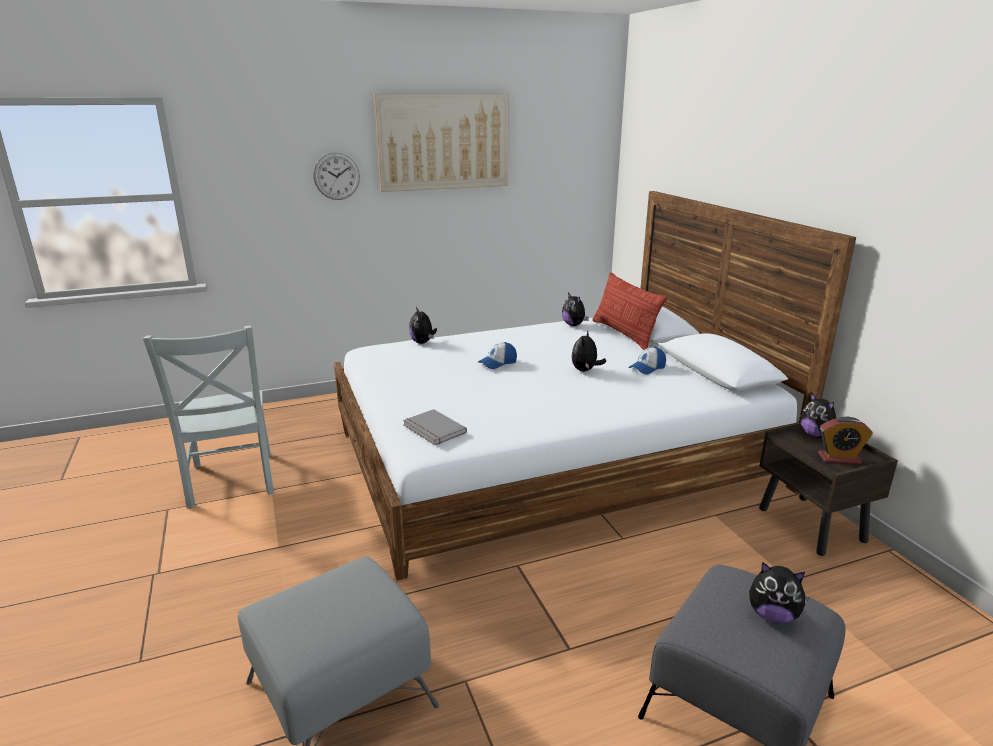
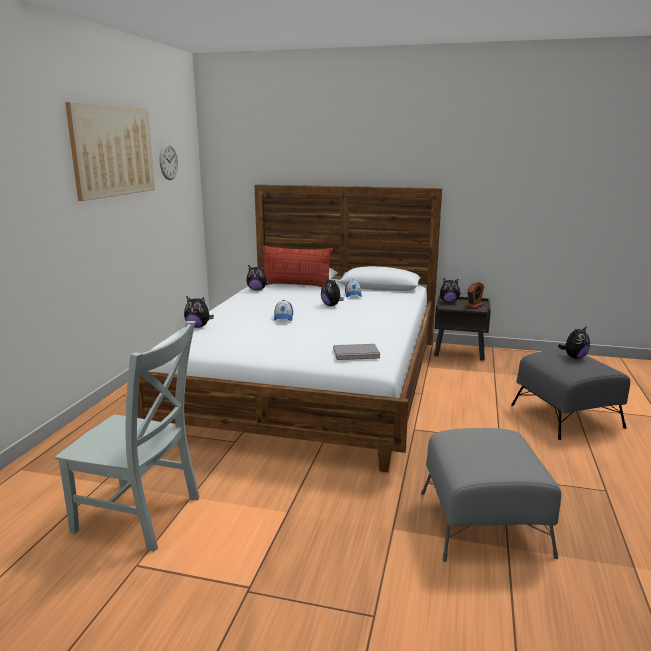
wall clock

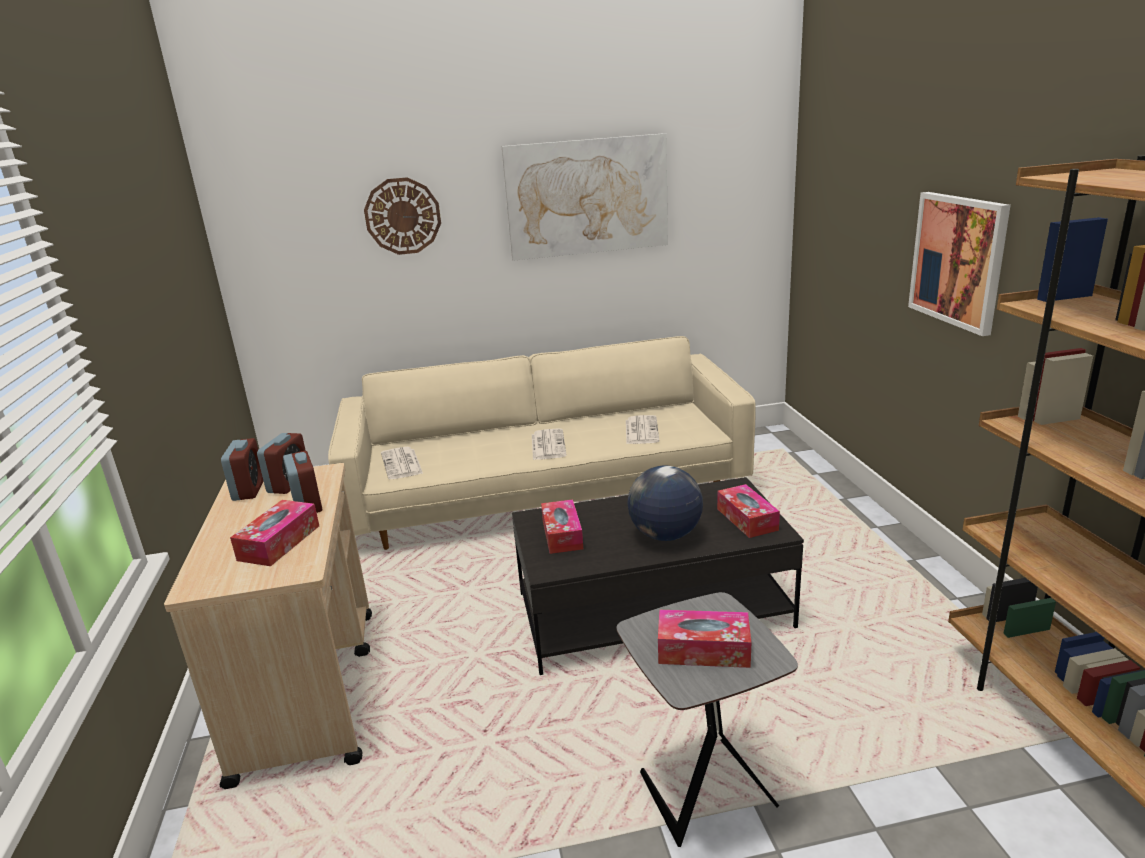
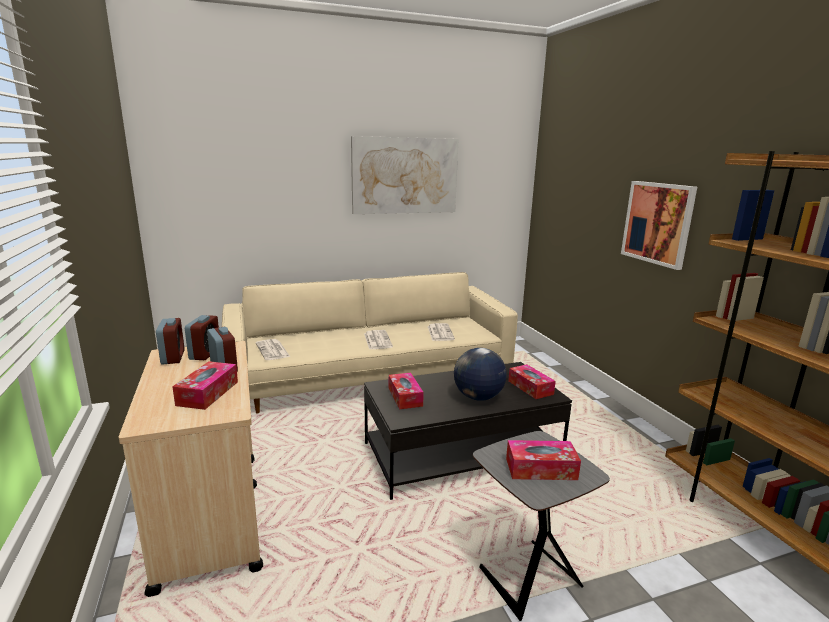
wall clock

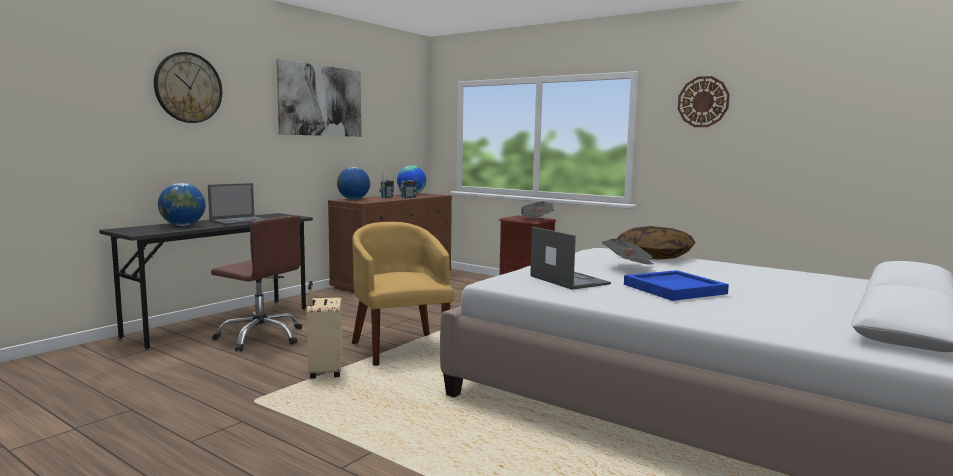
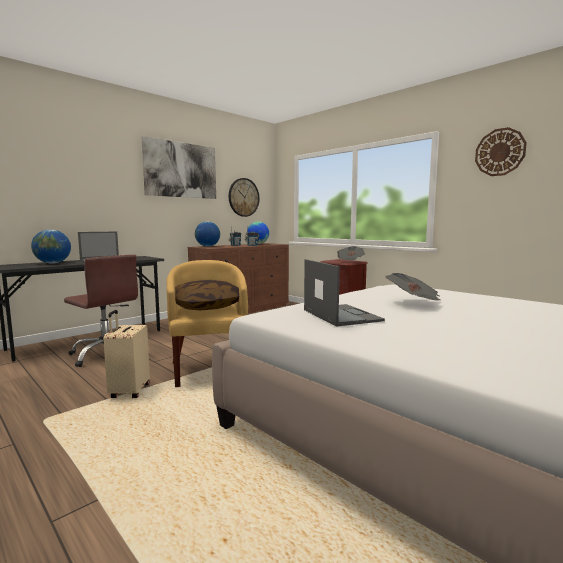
wall clock (no. 1 from left)
pillow
tray (blue)

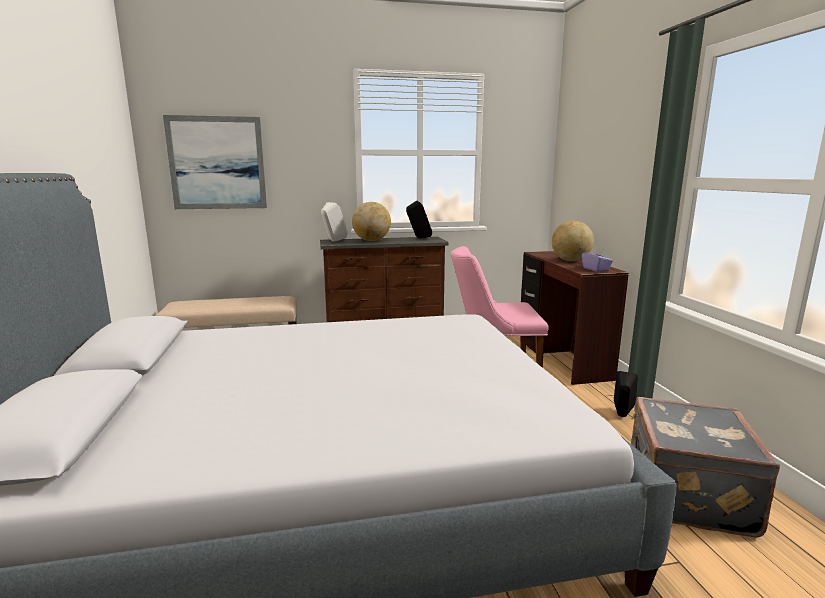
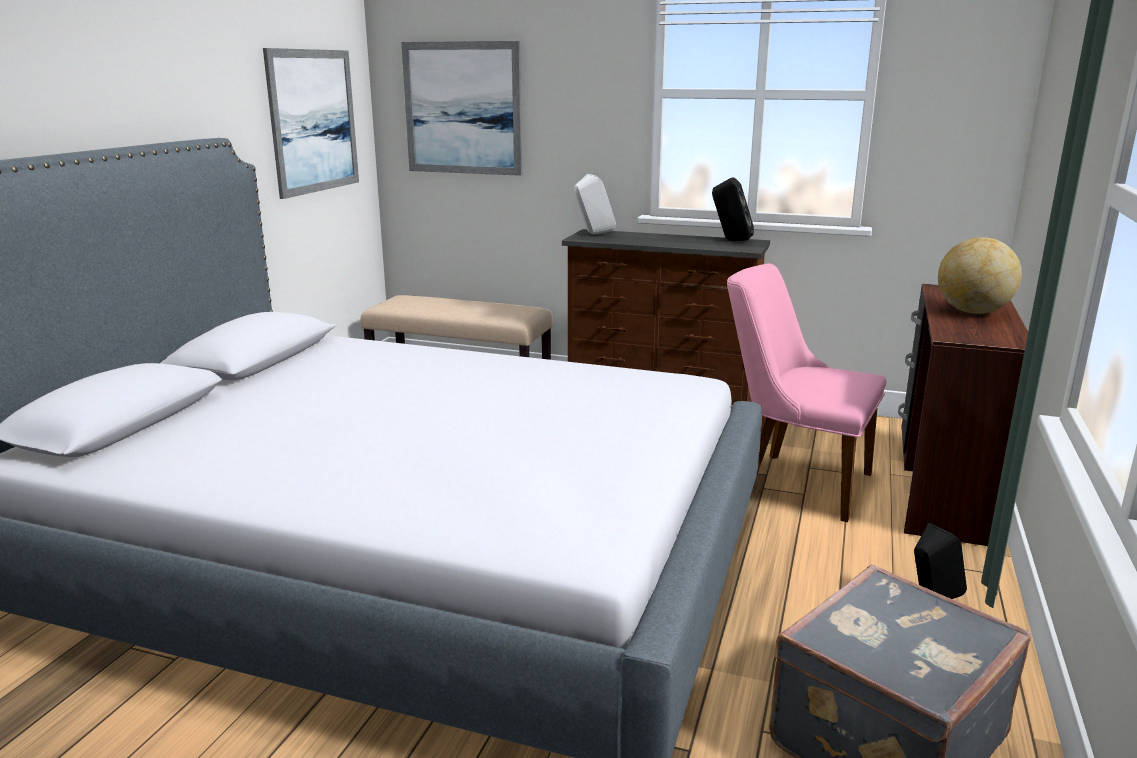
globe (no. 1 from left in the first image)
tissue box (purple)
picture (no. 1 from left)

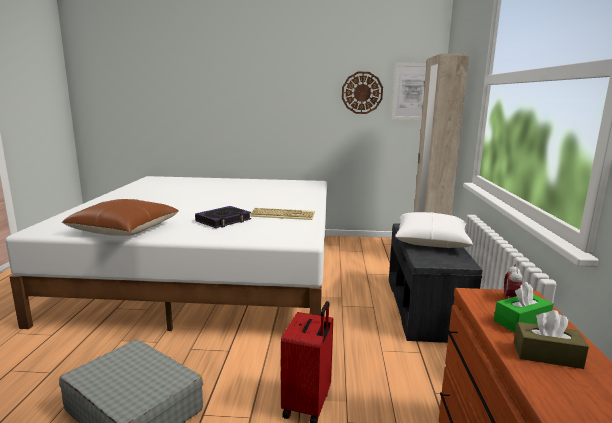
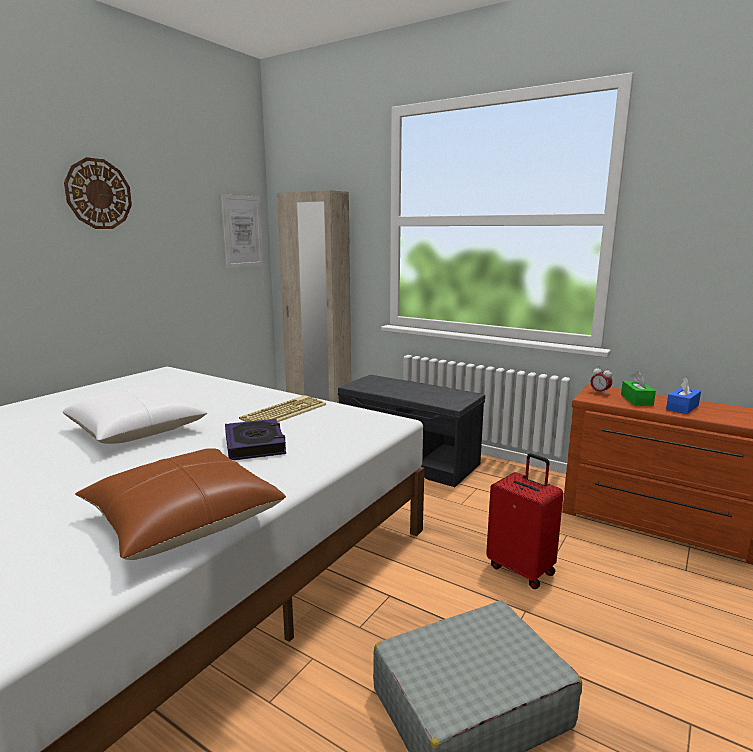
wall clock
pillow (white)
tissue box (blue)

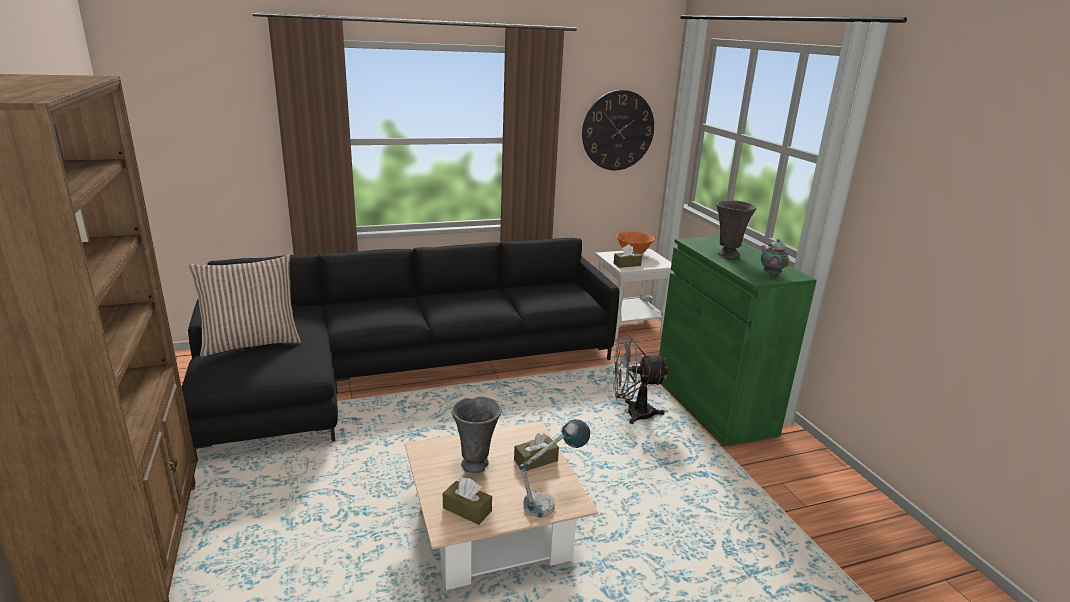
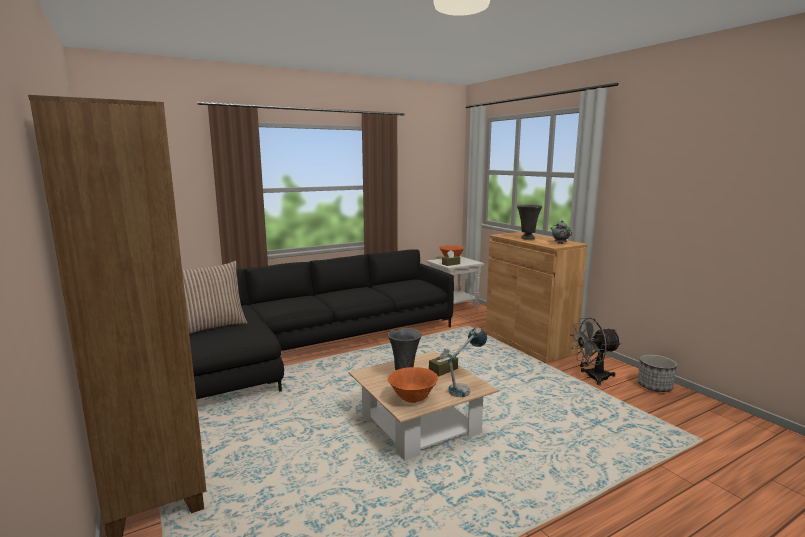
bowl (orange) (no. 1 from left)
wall clock
fan (grey)
cabinet (brown)
planter

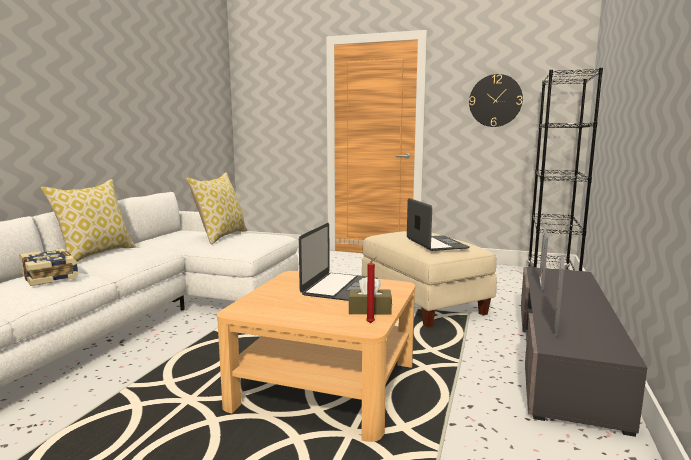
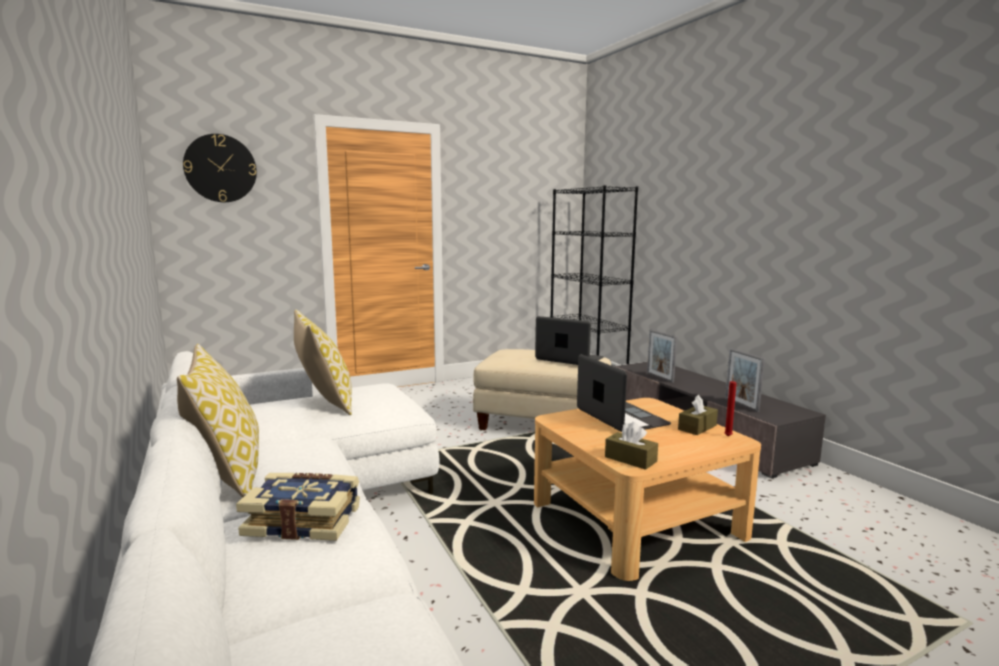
wall clock
tissue box (brown) (no. 1 from left)

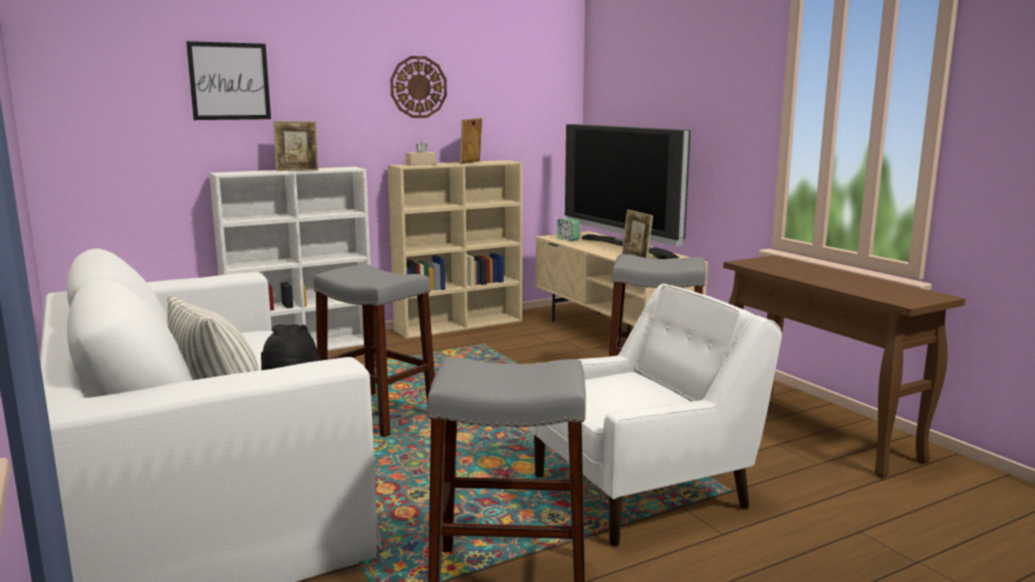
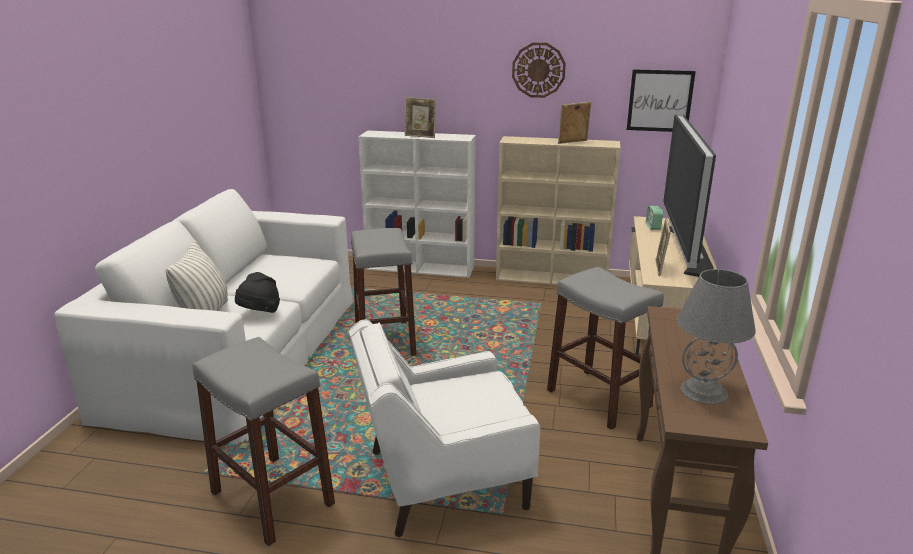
picture
tissue box (beige)
armchair (white)
table lamp (grey)

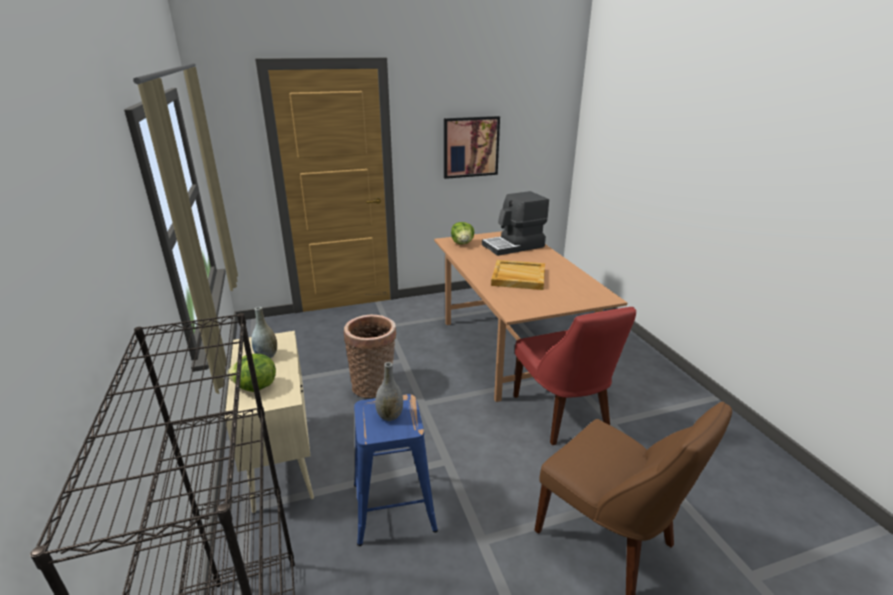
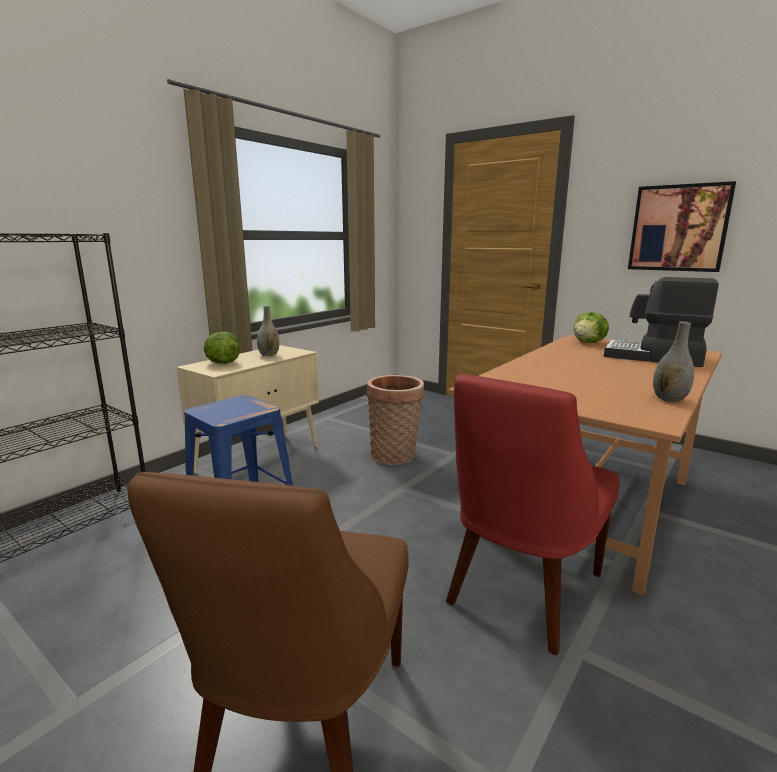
vase (grey) (no. 2 from left)
tray (beige)

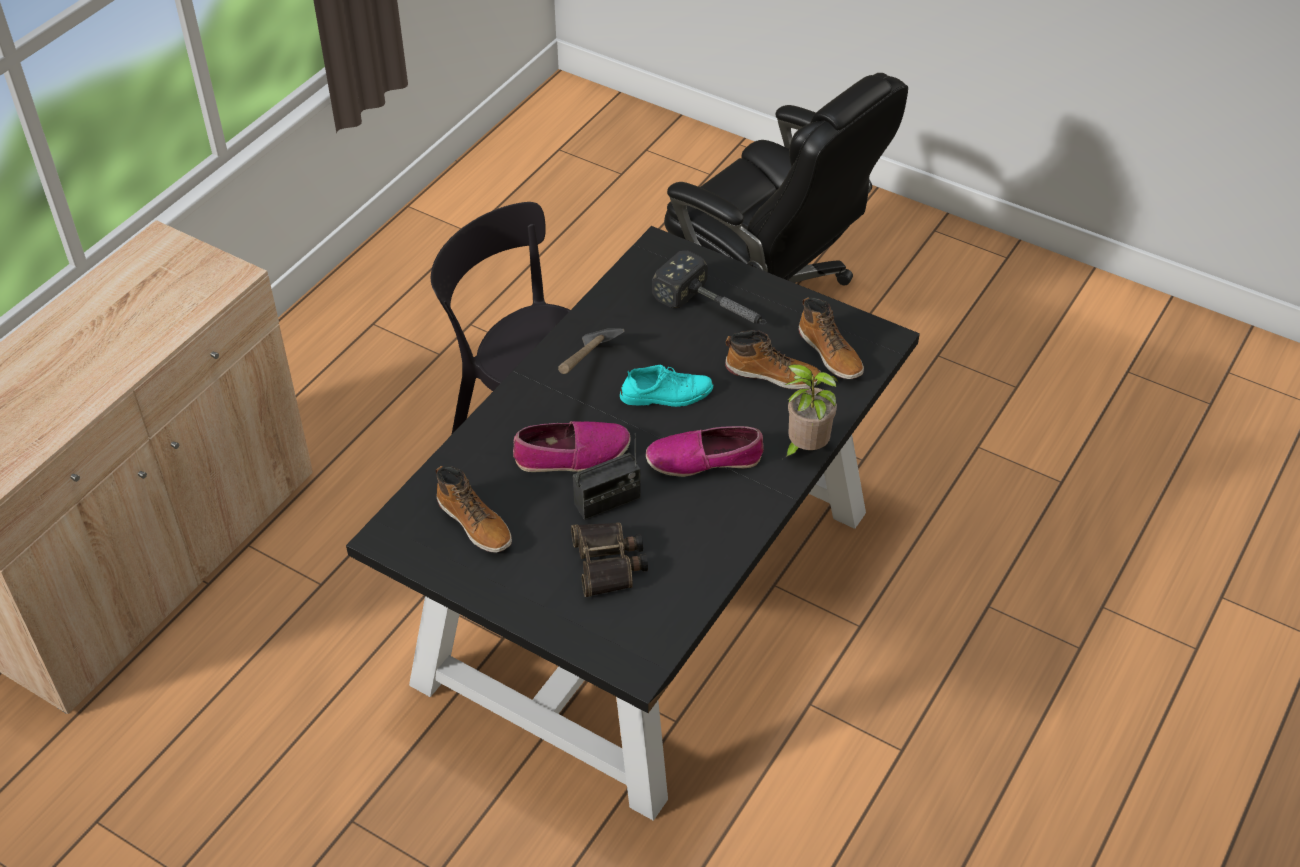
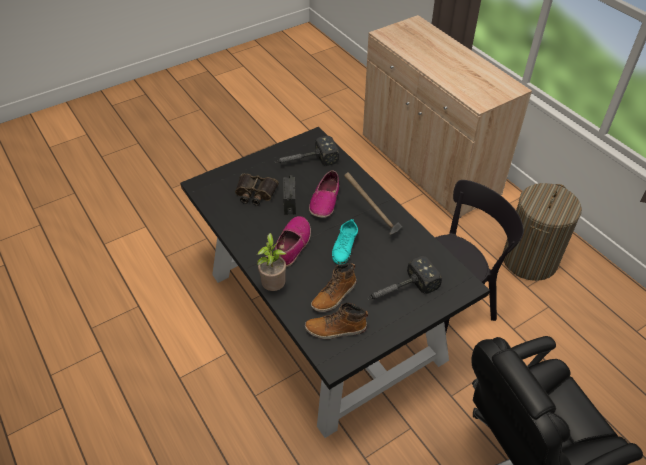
hammer (no. 1 from left)
laundry basket

